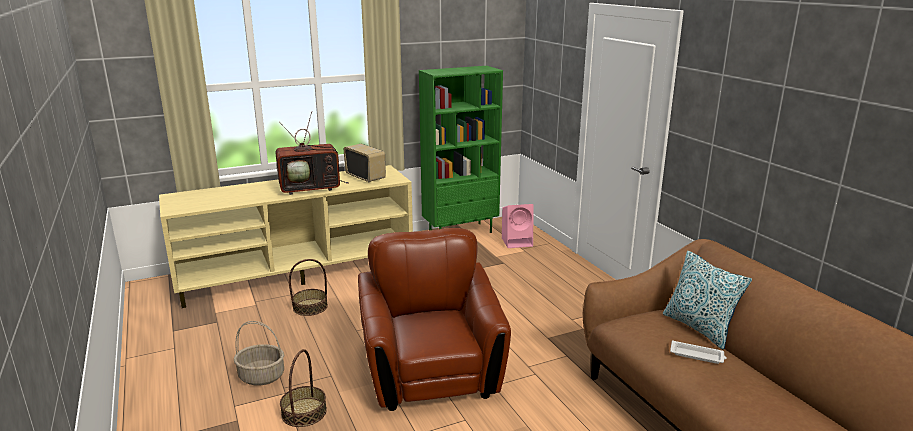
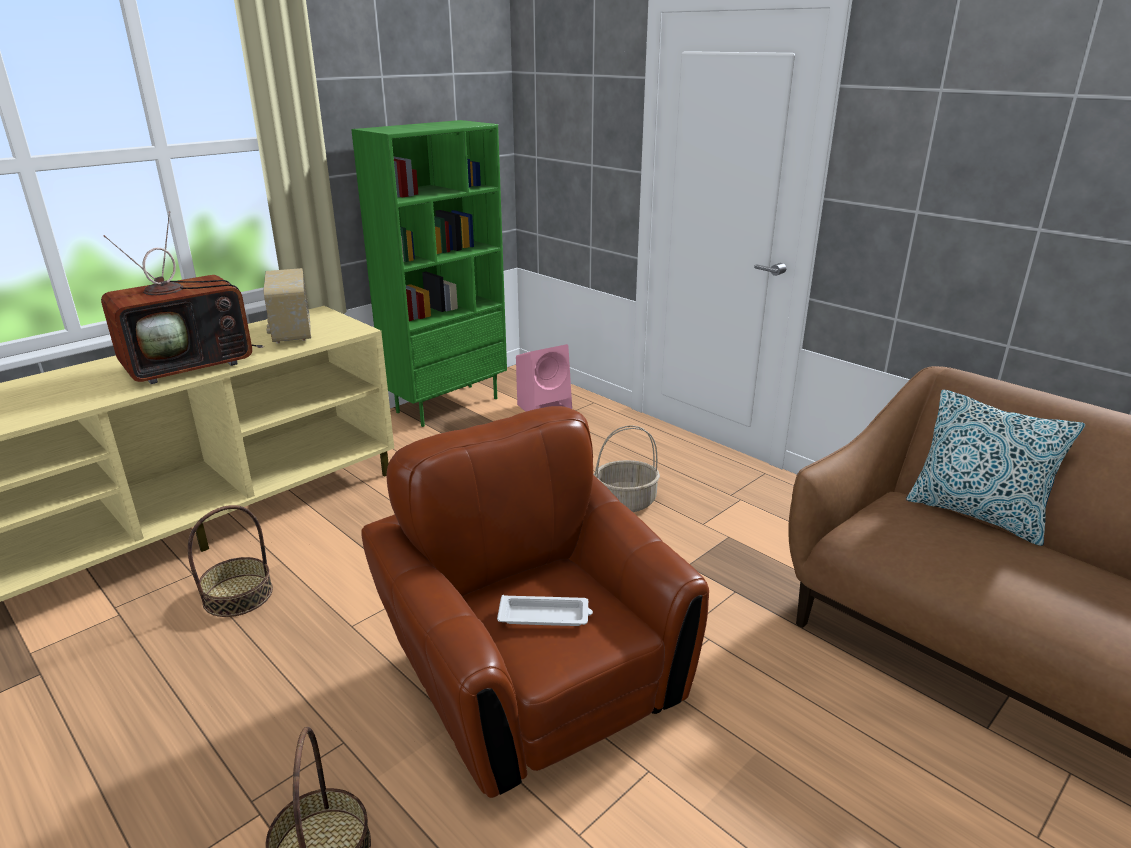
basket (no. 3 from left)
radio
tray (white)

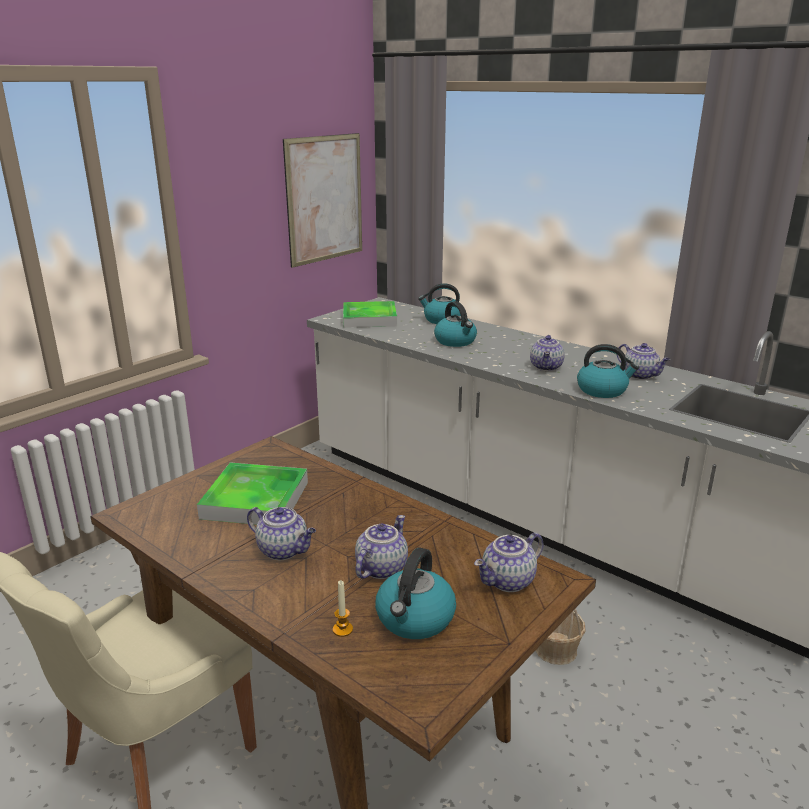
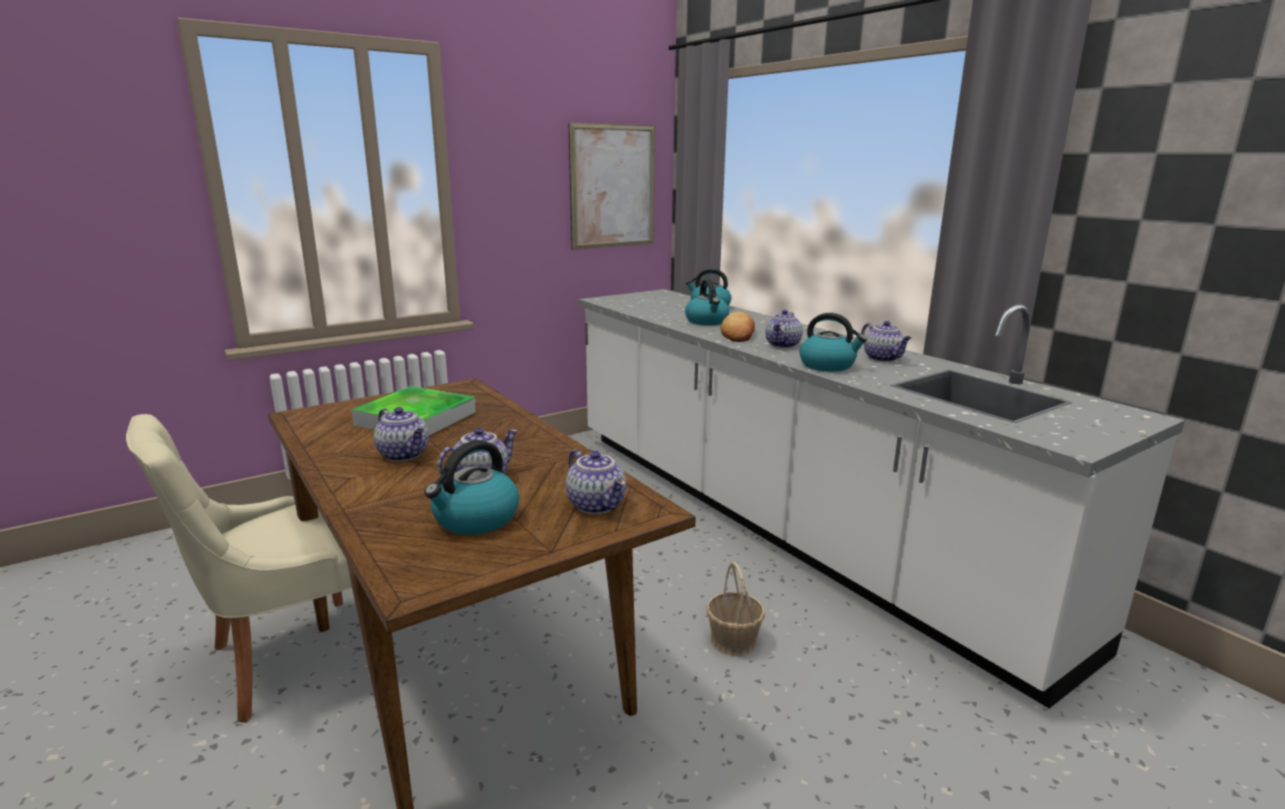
candle
tray (no. 2 from left in the first image)
teapot (no. 3 from left)
bread

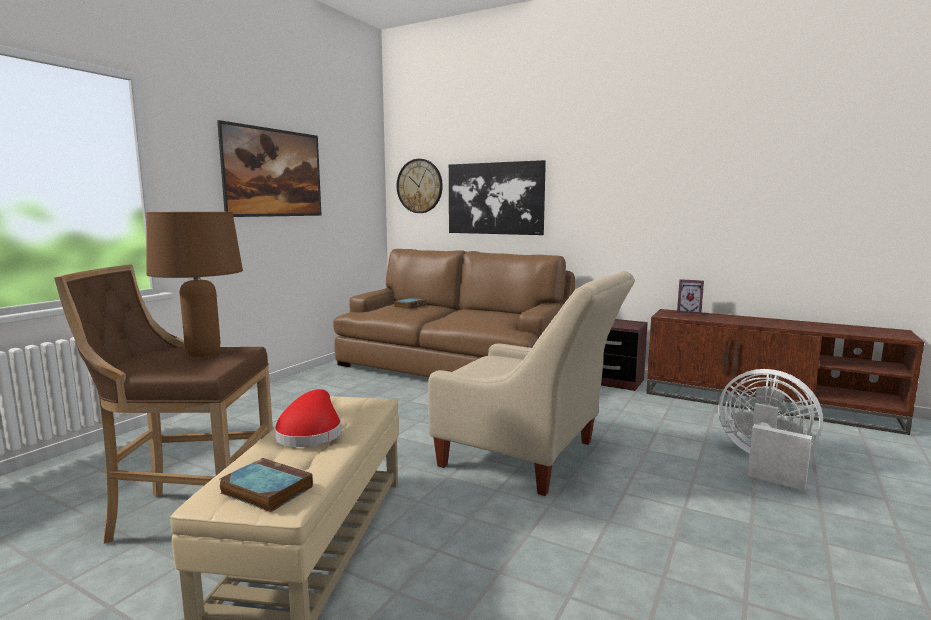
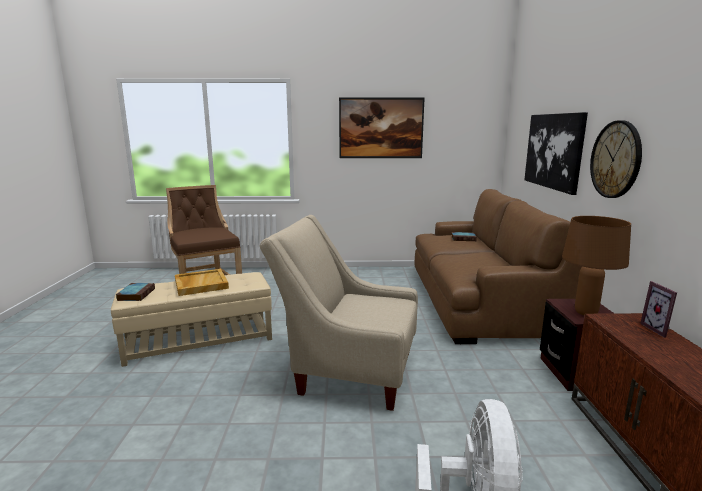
table lamp (brown)
tray (beige)
wall clock
armchair (beige)

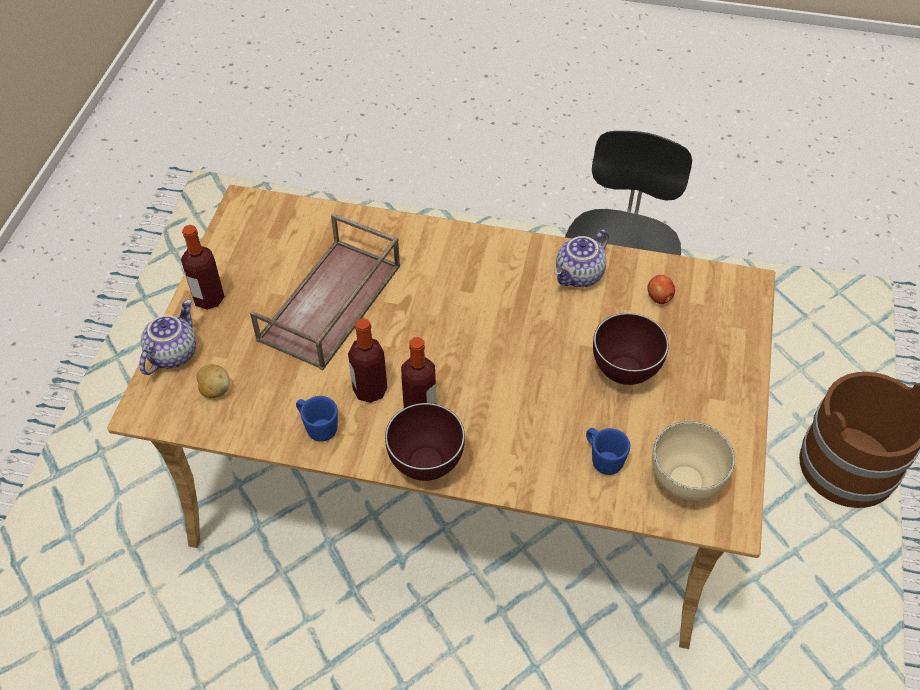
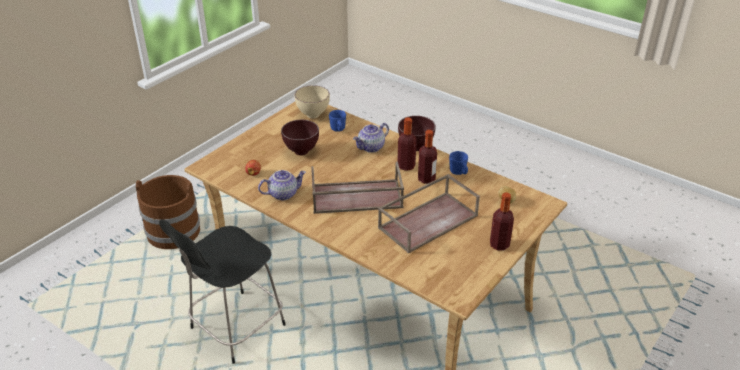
teapot (no. 2 from left)
tray (brown) (no. 1 from left)

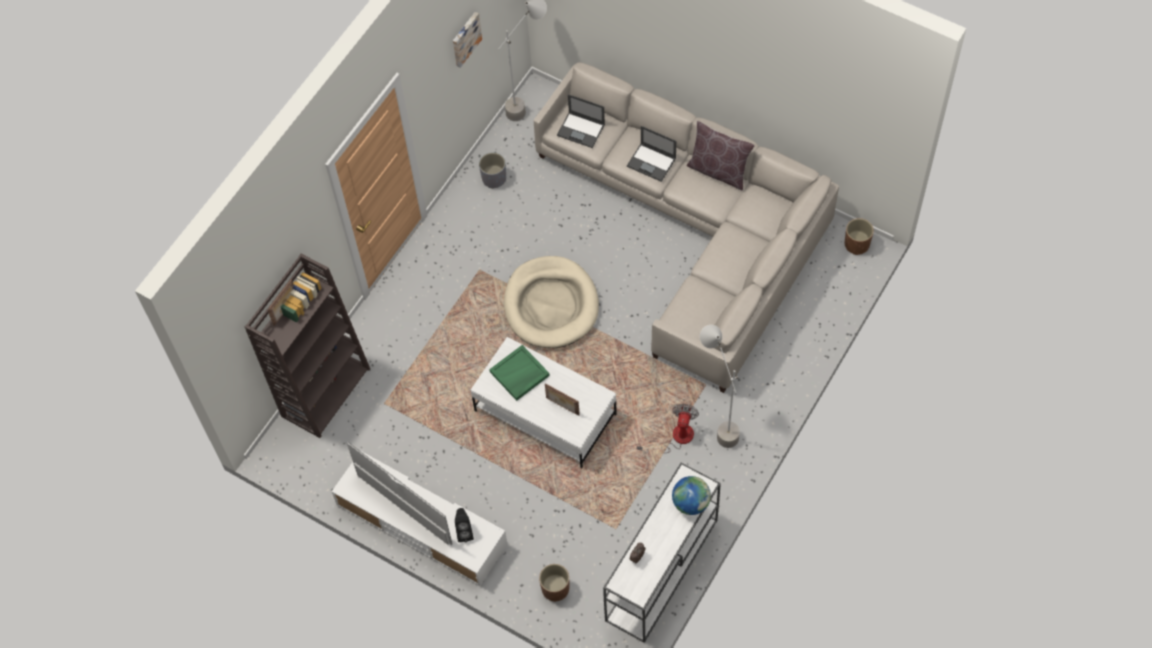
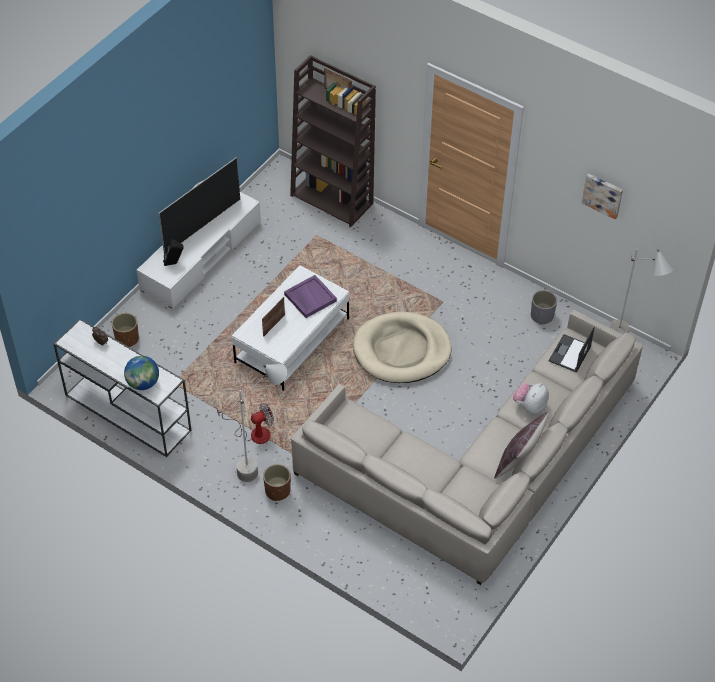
tray (purple)
plush toy
fan
planter (brown) (no. 2 from left)

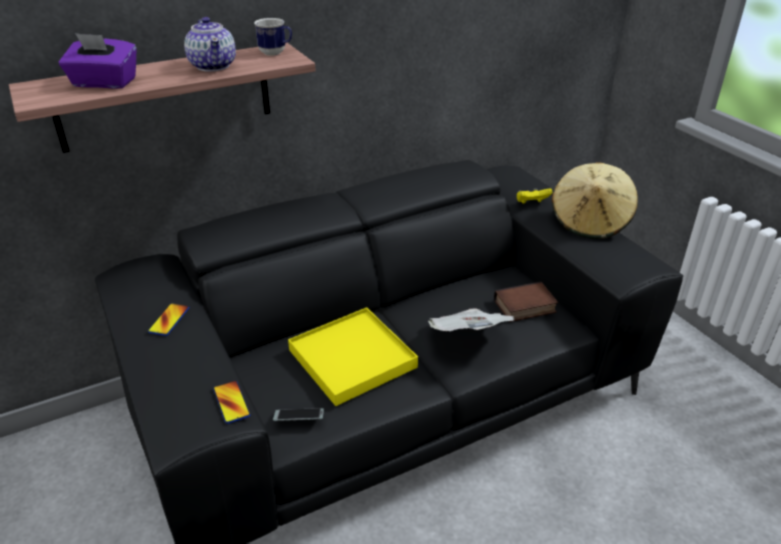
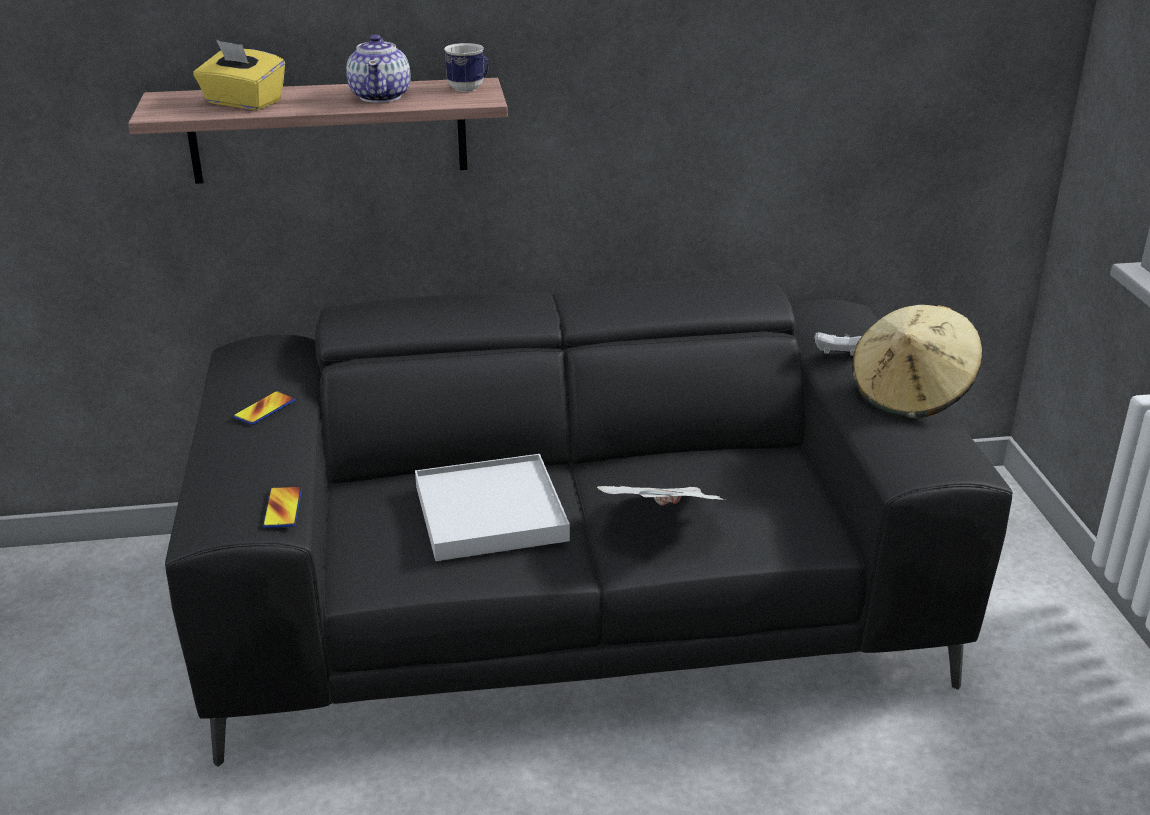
tissue box (yellow)
phone (no. 3 from left in the first image)
tray (white)
book
game controller (white)

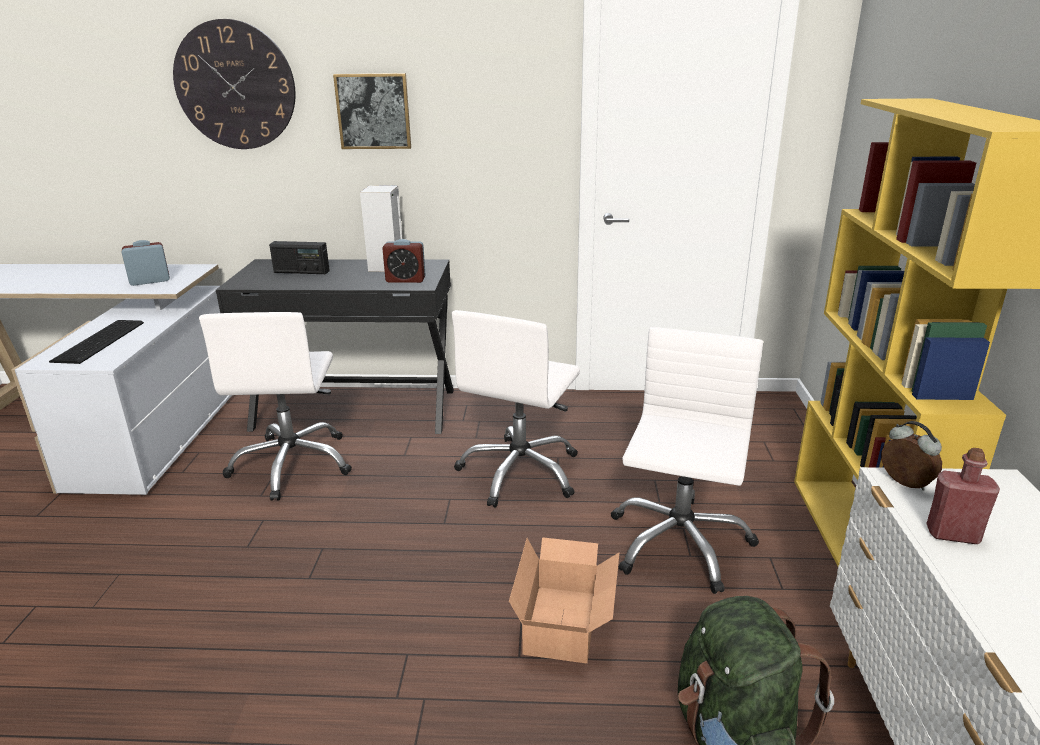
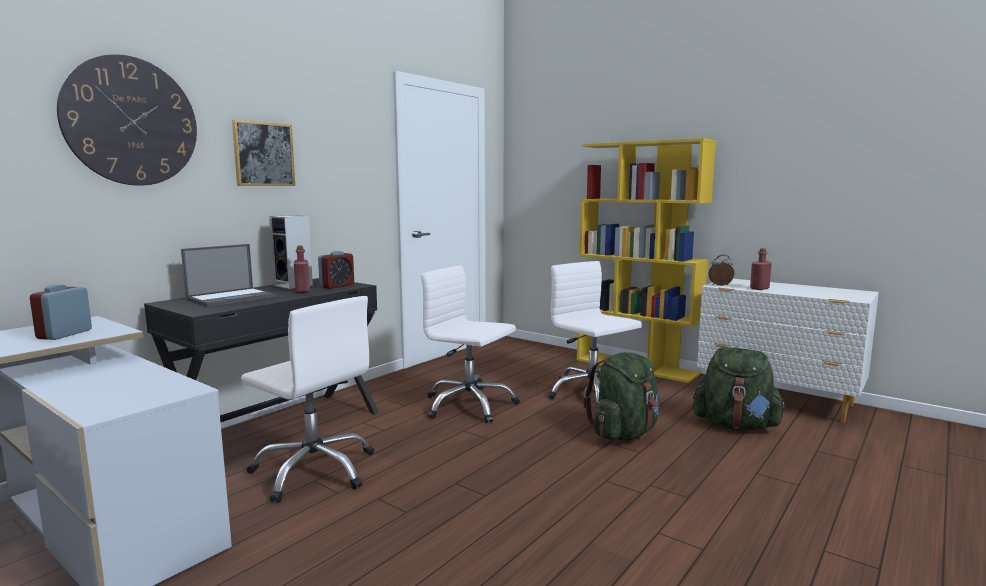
keyboard
laptop
office chair (white) (no. 2 from left)
backpack (green) (no. 1 from left)
bottle (red) (no. 1 from left)

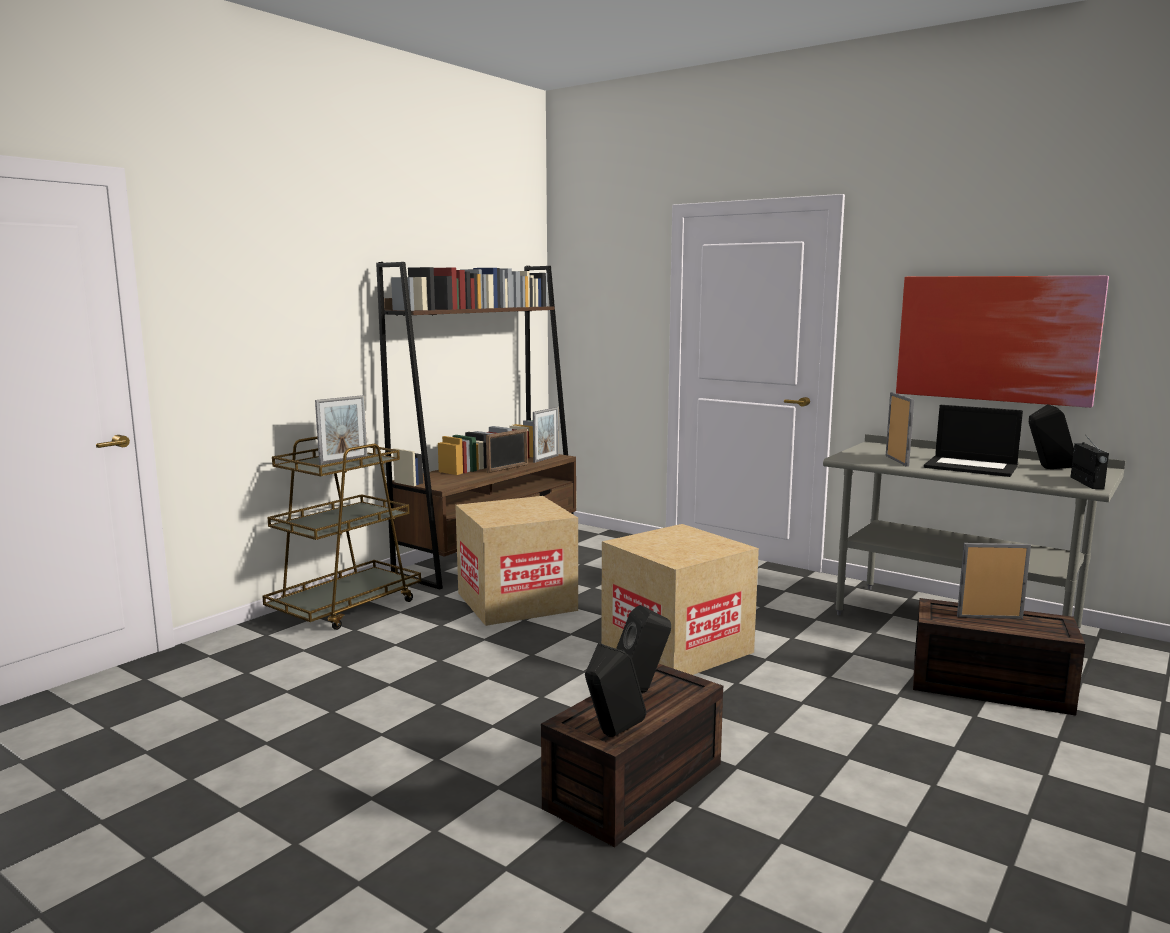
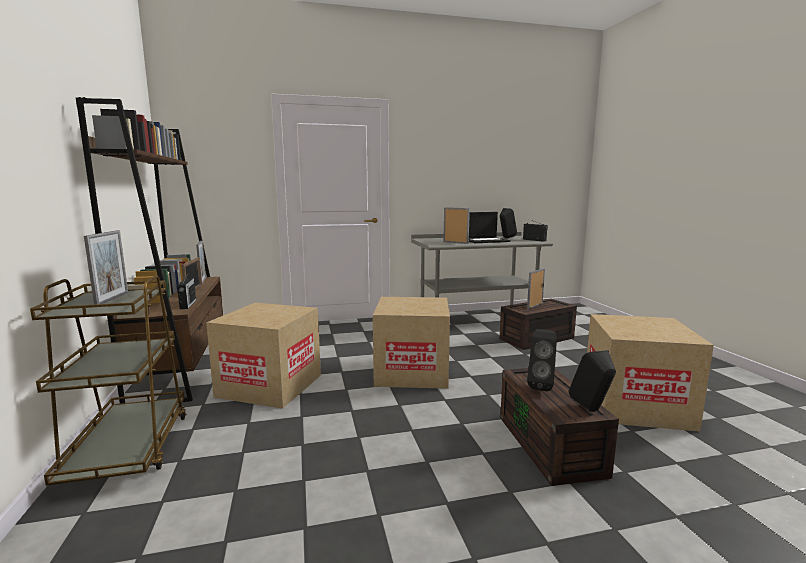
picture
radio (no. 1 from left)
cardboard box (no. 3 from left)

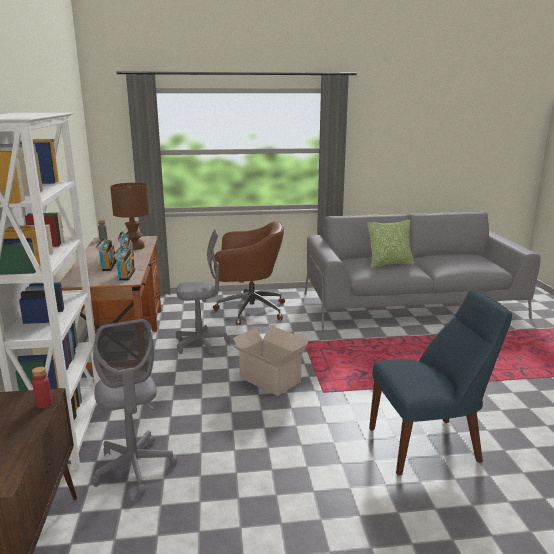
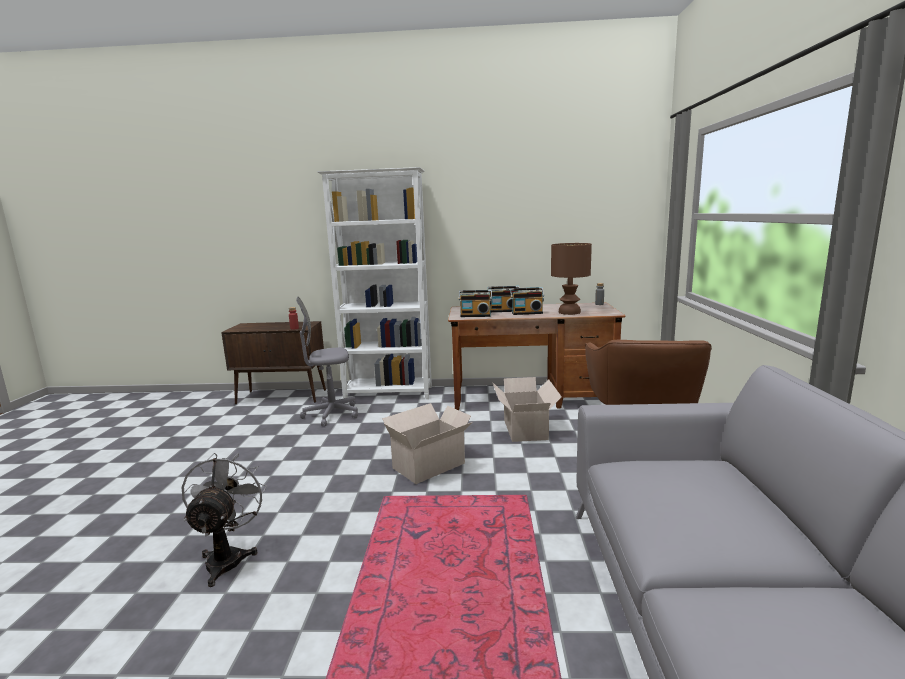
cardboard box (no. 2 from left)
pillow
fan (grey)

